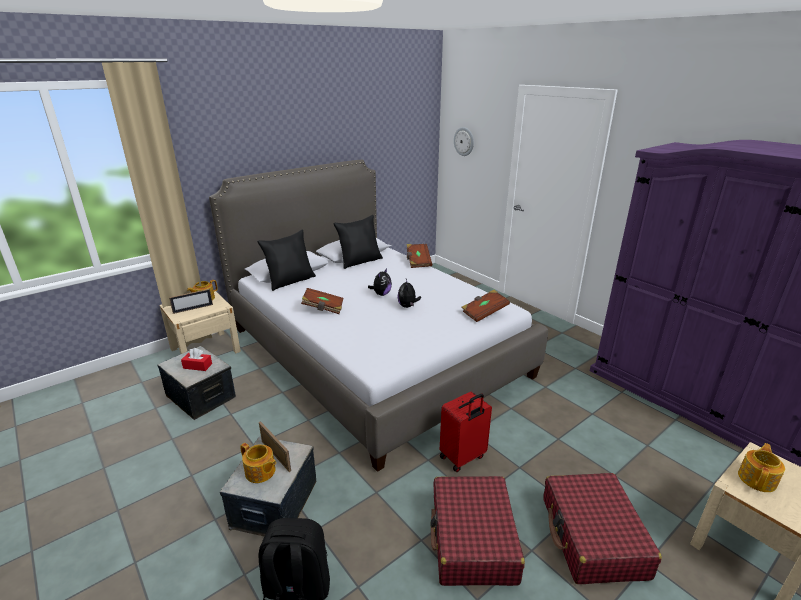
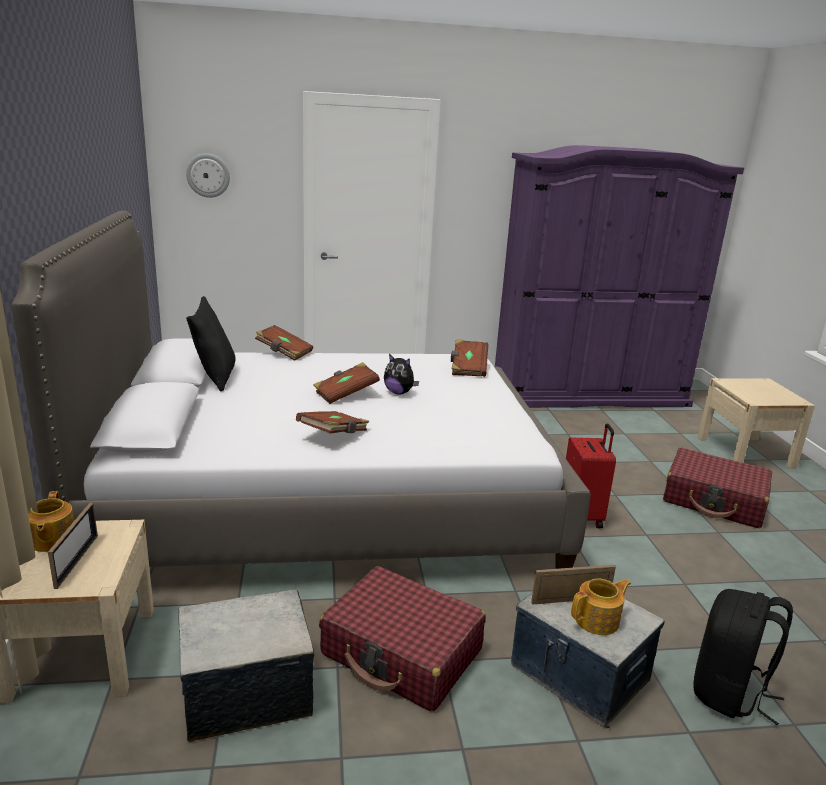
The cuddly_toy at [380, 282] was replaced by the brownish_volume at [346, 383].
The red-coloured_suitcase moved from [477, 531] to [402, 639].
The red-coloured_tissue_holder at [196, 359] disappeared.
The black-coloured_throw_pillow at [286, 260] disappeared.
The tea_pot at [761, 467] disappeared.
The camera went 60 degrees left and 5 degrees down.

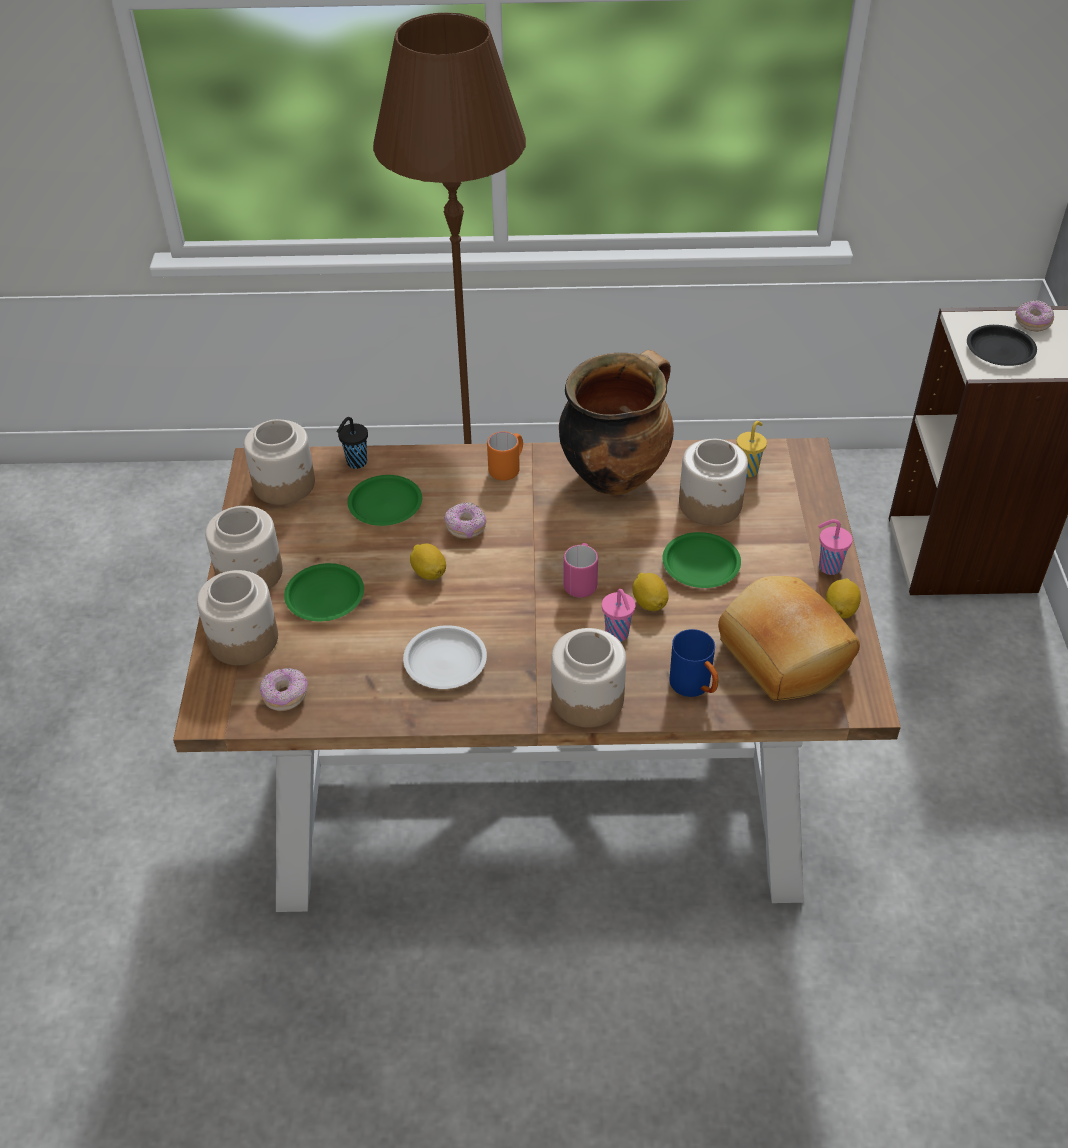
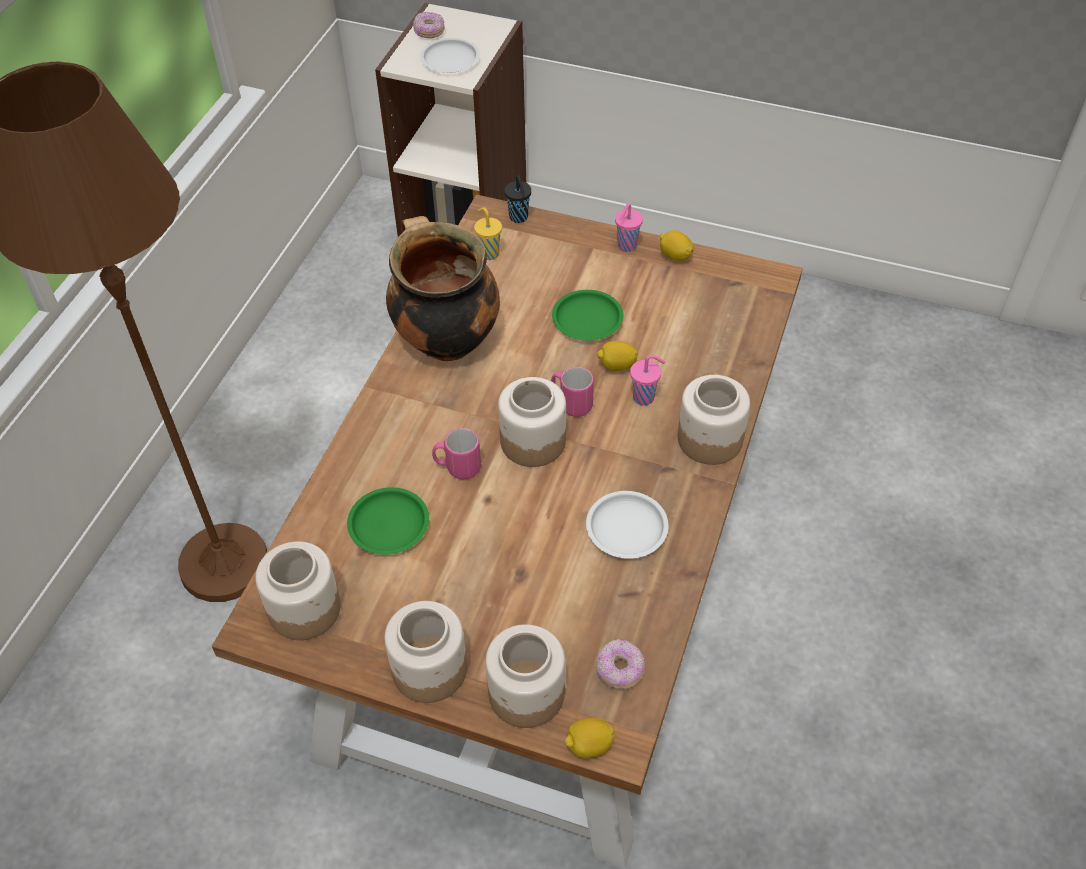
The black-coloured_dinner_plate at [1002, 345] became the white_dinner_plate at [450, 55].
The doughnut at [465, 520] was replaced by the pinkish_tea_mug at [456, 453].
The storage_jar moved from [713, 482] to [532, 422].
The black-coloured_small_cup moved from [352, 443] to [517, 199].
The citrus_fruit moved from [428, 562] to [590, 738].
The green-coloured_dinner_plate at [324, 592] disappeared.
The orange-coloured_tea_mug at [505, 456] disappeared.
The blue-coloured_tea_mug at [694, 663] disappeared.
The baked_bread at [789, 638] disappeared.
The camera went 70 degrees left and 5 degrees up.

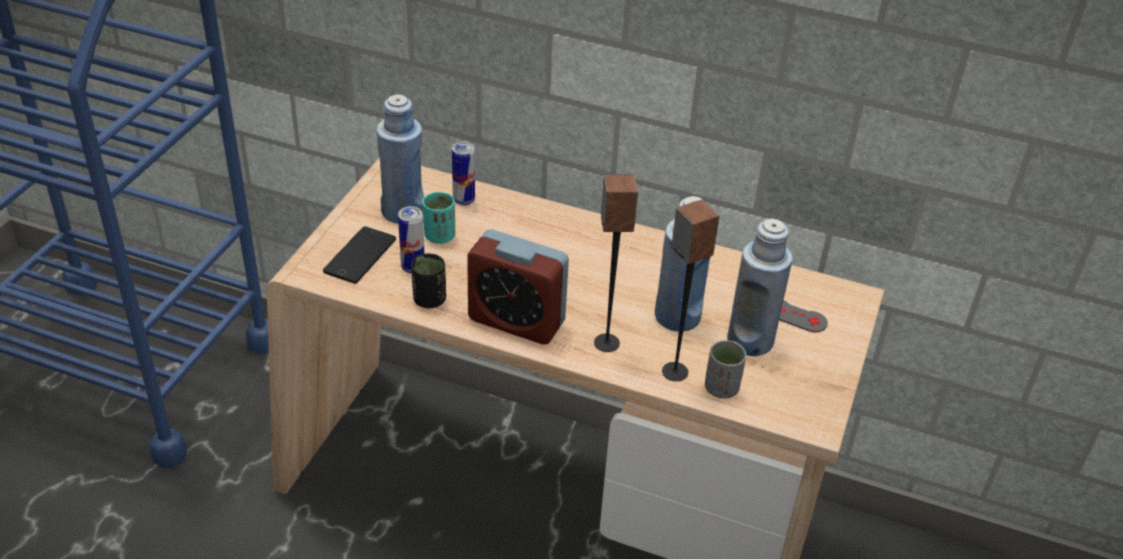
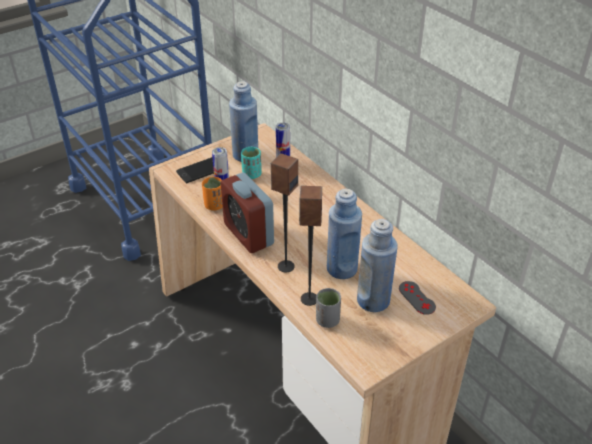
The black-coloured_small_cup at [428, 280] became the orange-coloured_small_cup at [212, 194].
The camera went 35 degrees right and 0 degrees up.

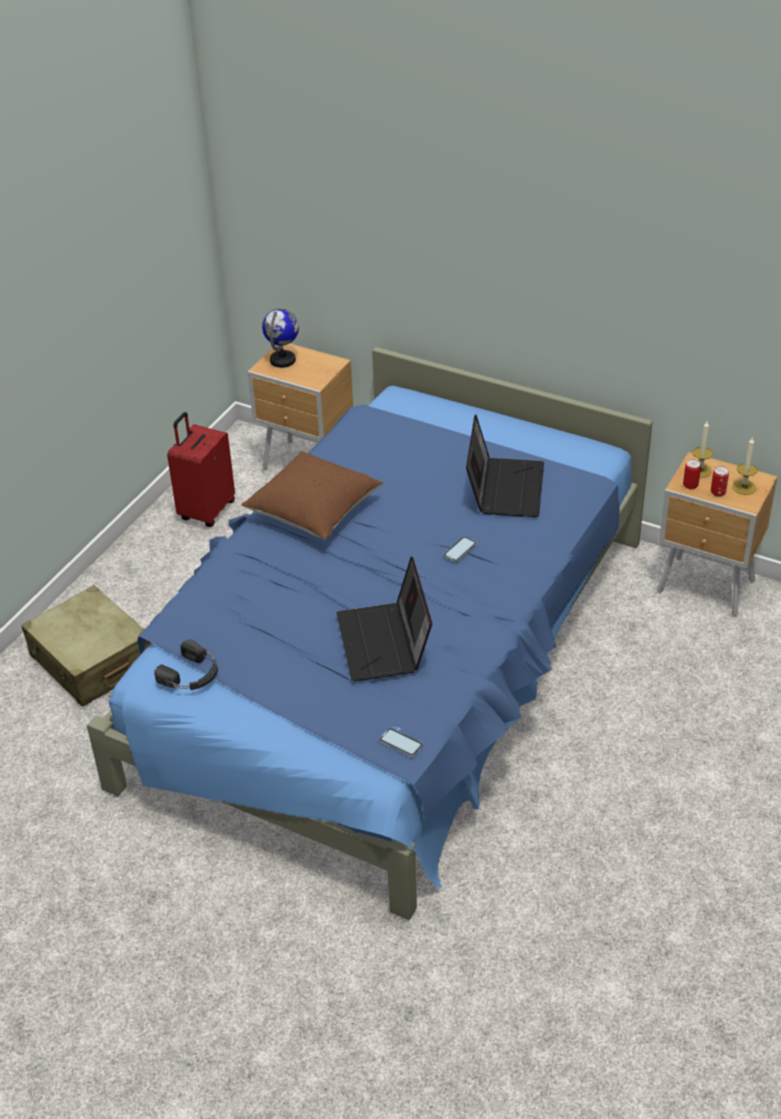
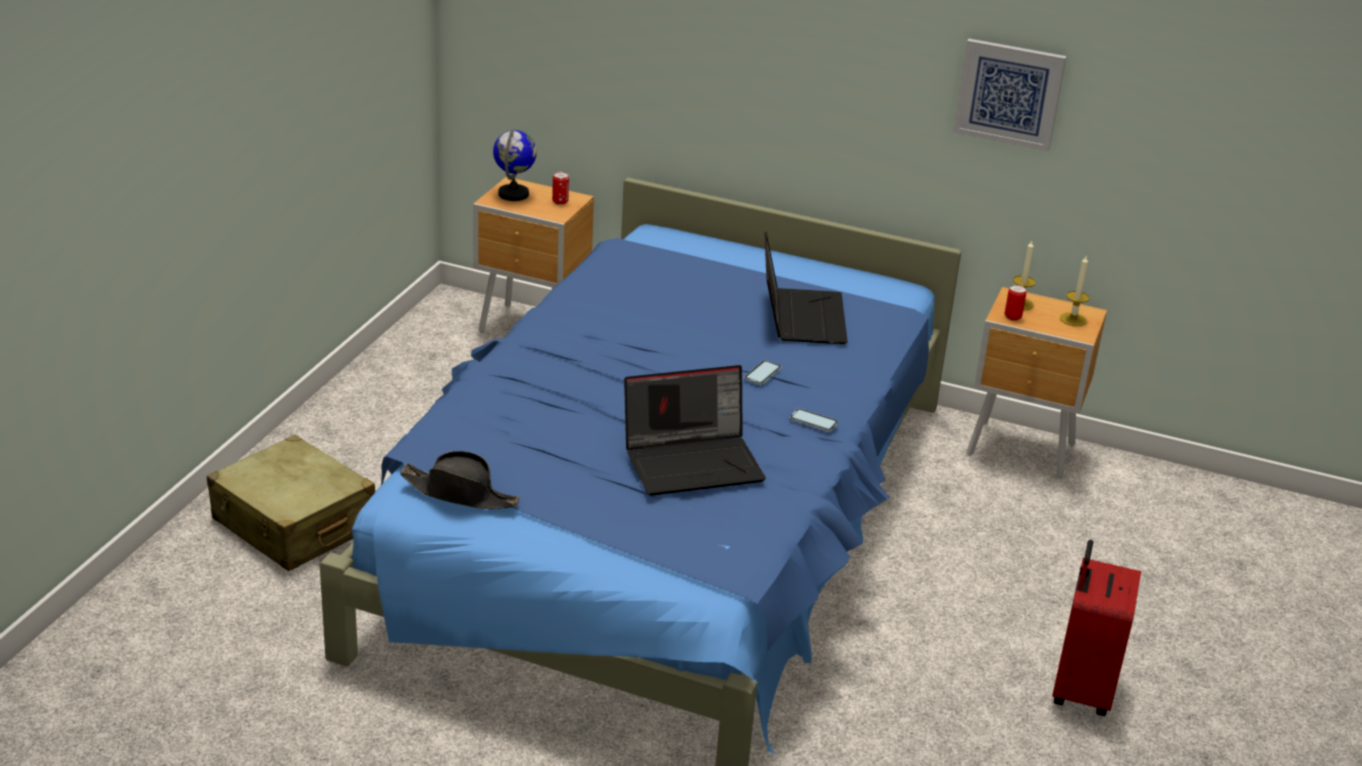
The black-coloured_headphones at [186, 664] was replaced by the black-coloured_hat at [460, 480].
The sealed_can moved from [720, 481] to [560, 188].
The laptop at [384, 618] turned 90 degrees counterclockwise.
The telephone moved from [401, 742] to [813, 420].
The wall_picture at [1010, 95] appeared.
The red-coloured_suitcase moved from [201, 469] to [1096, 628].
The brownish_throw_pillow at [312, 495] disappeared.
The camera went 10 degrees left and 10 degrees down.

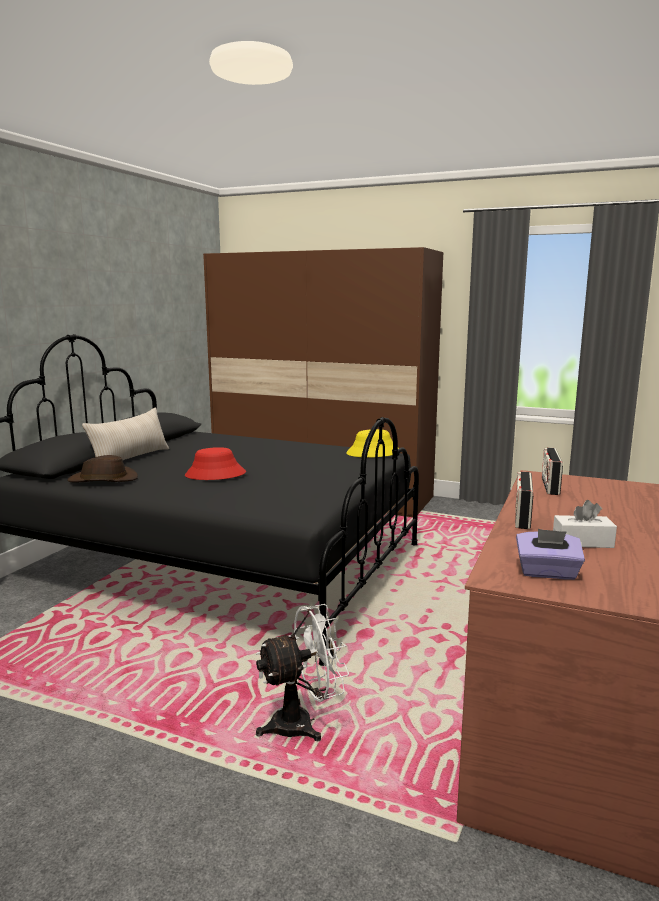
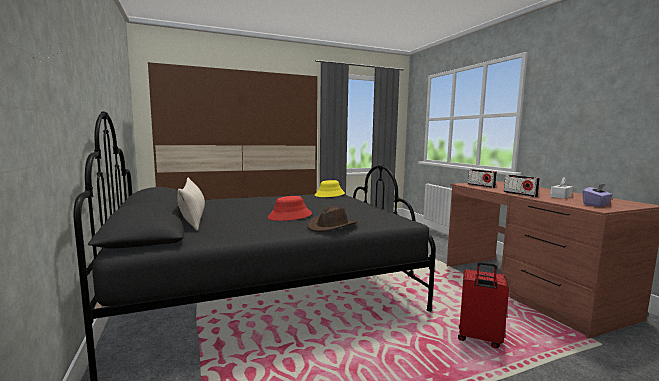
The brownish_hat moved from [102, 469] to [332, 219].
The white_fan at [302, 672] was replaced by the red-coloured_suitcase at [483, 305].
The camera went 45 degrees left and 5 degrees down.

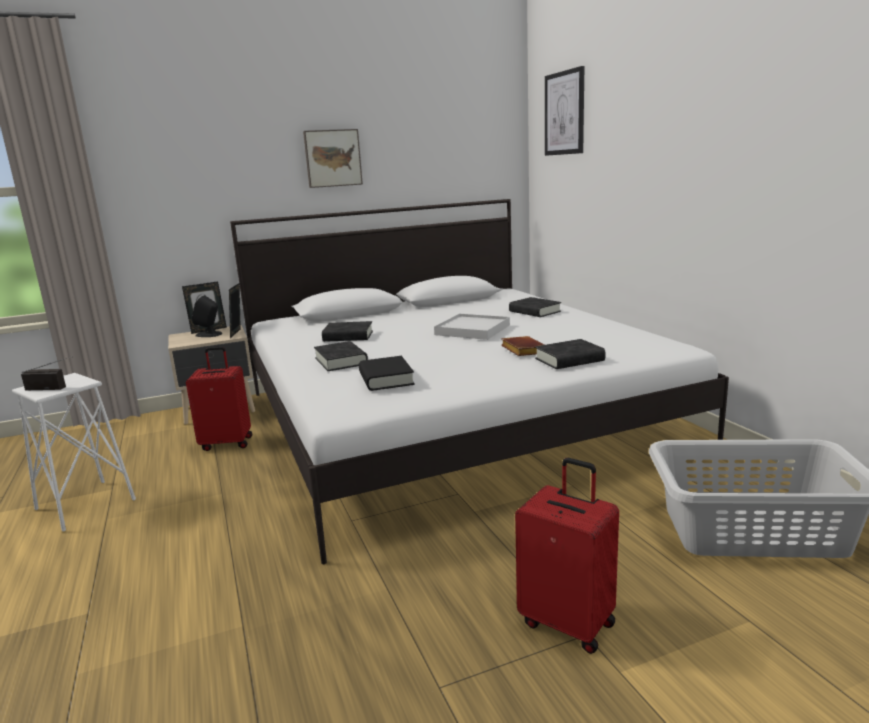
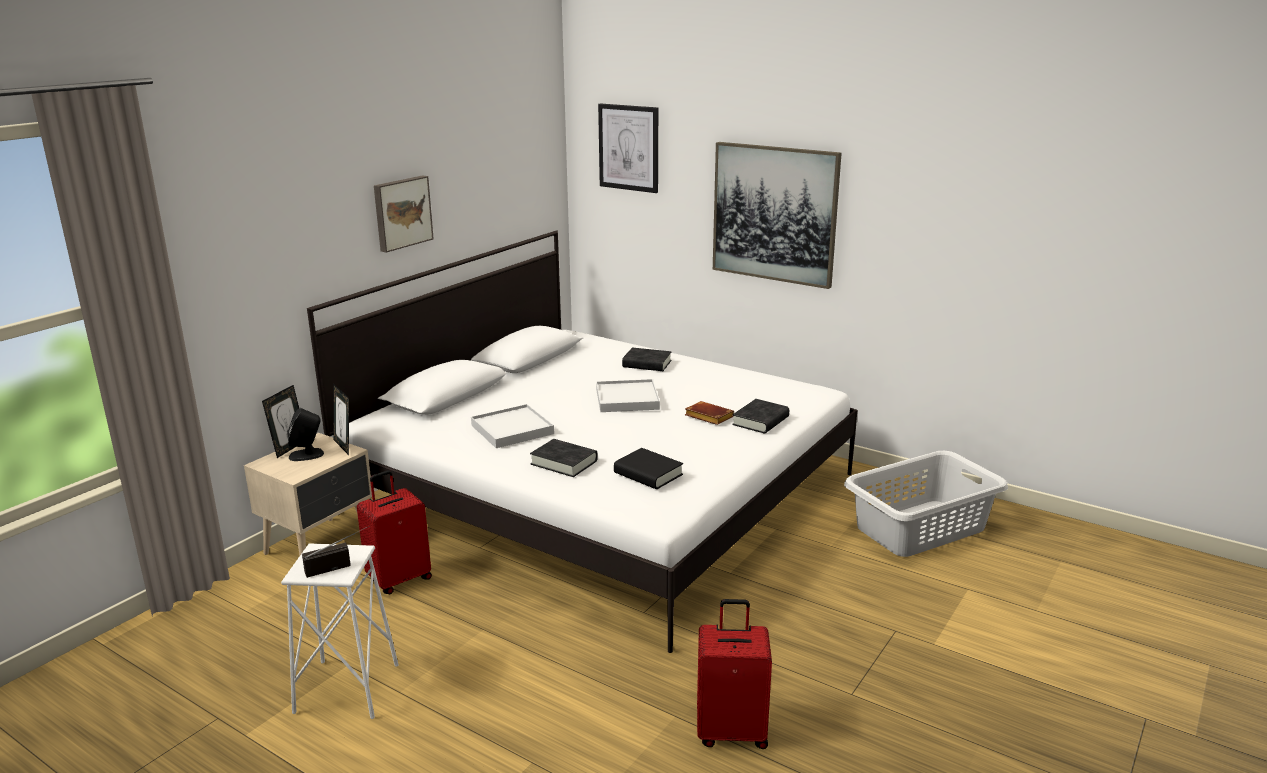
The black-coloured_volume at [347, 331] was replaced by the white_serving_tray at [512, 426].
The red-coloured_suitcase moved from [567, 556] to [734, 674].
The wall_picture at [777, 215] appeared.
The camera went 35 degrees left and 5 degrees up.

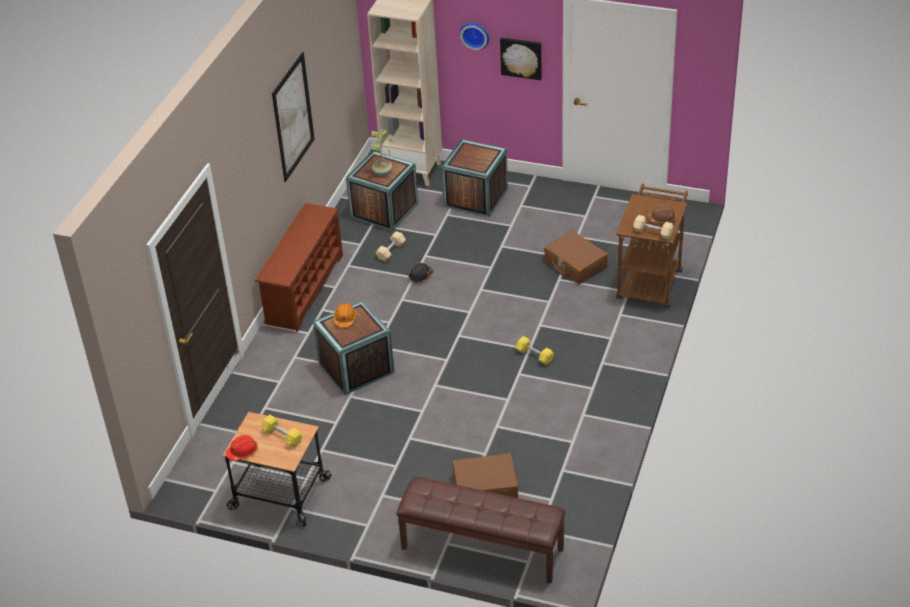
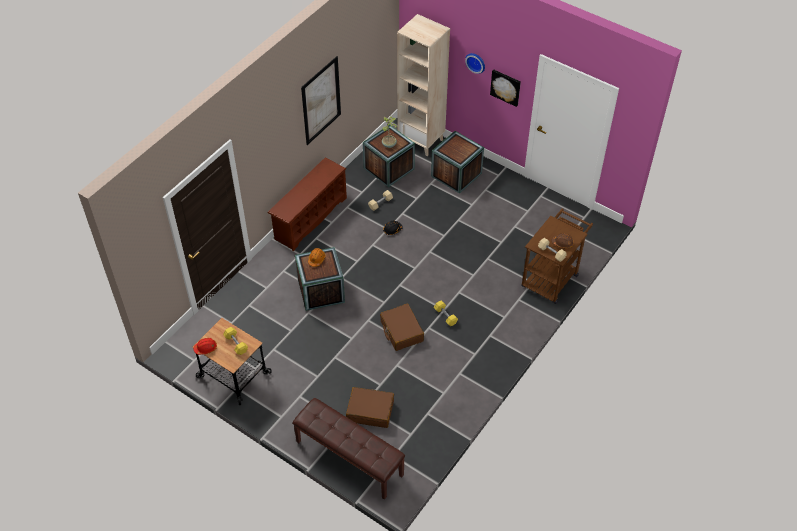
The brownish_suitcase moved from [576, 257] to [402, 327].
The camera went 15 degrees right and 10 degrees up.

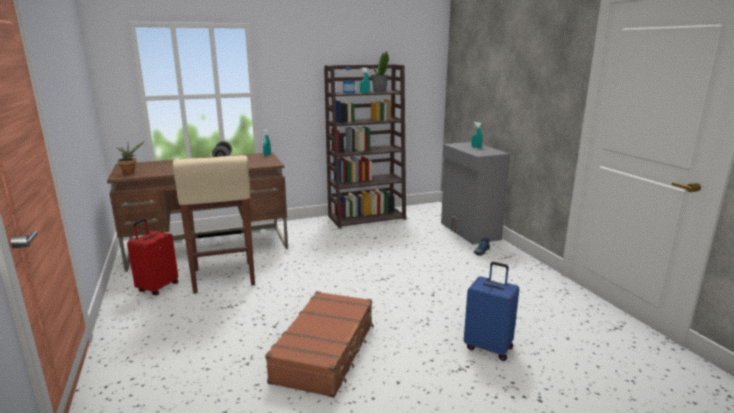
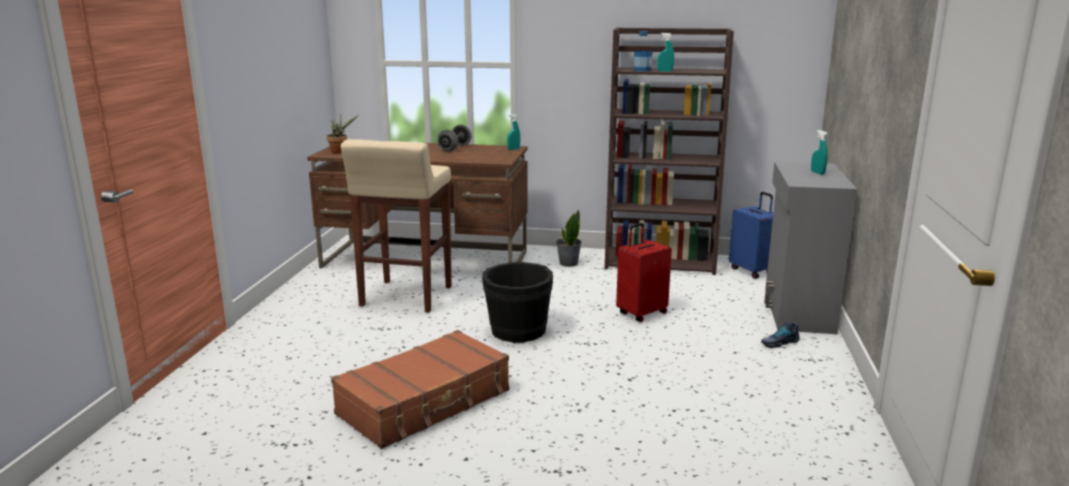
The black-coloured_pail at [517, 302] appeared.
The houseplant moved from [380, 71] to [569, 238].
The red-coloured_suitcase moved from [153, 257] to [644, 272].
The blue-coloured_suitcase moved from [491, 311] to [751, 235].
The camera went 30 degrees right and 0 degrees up.

